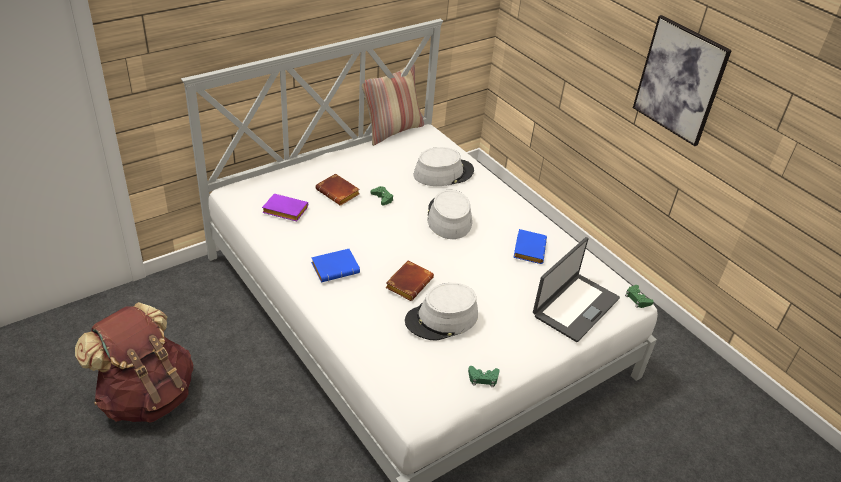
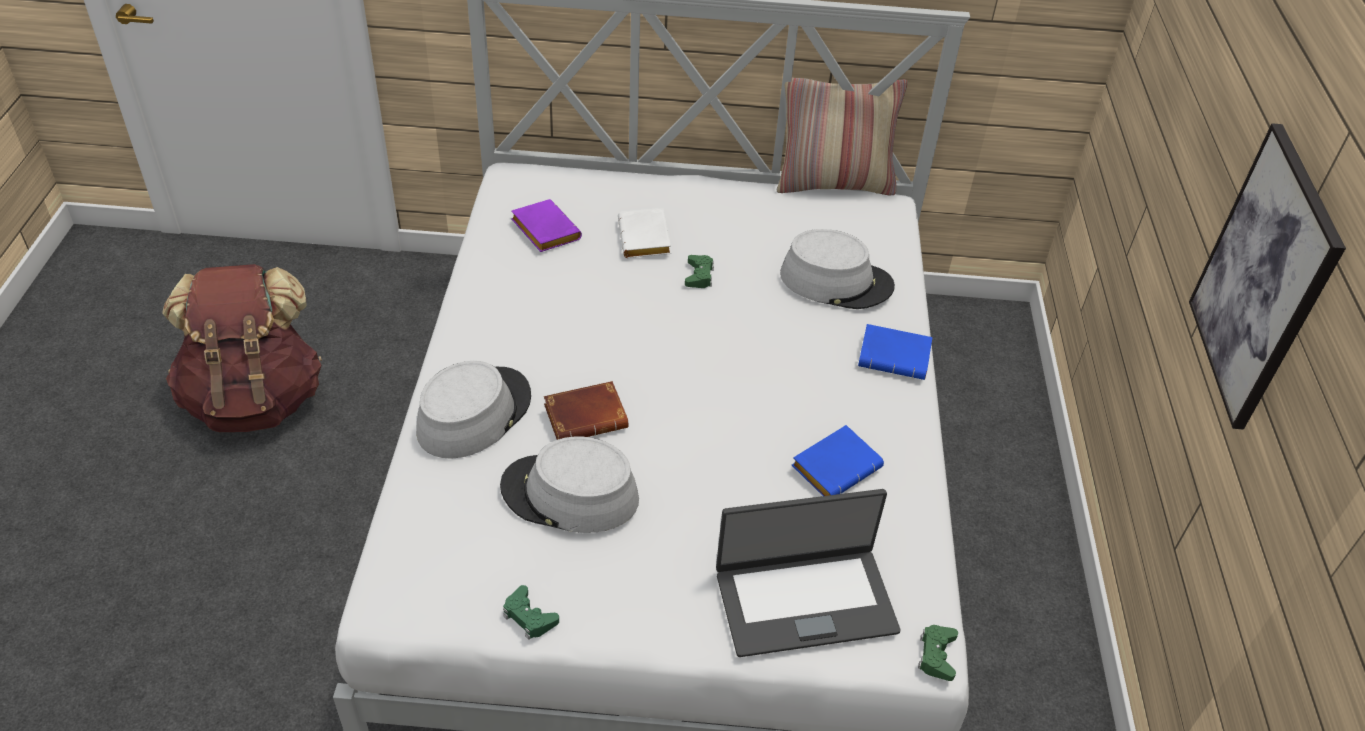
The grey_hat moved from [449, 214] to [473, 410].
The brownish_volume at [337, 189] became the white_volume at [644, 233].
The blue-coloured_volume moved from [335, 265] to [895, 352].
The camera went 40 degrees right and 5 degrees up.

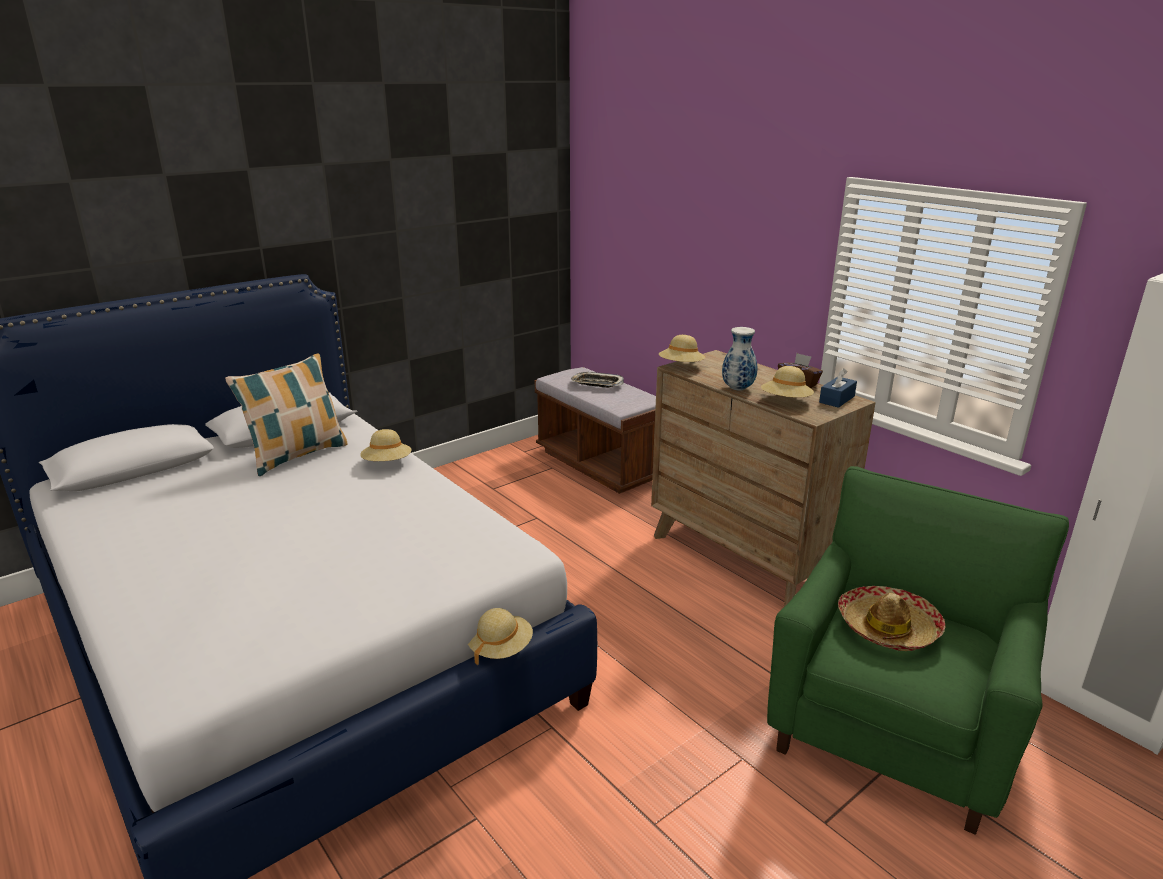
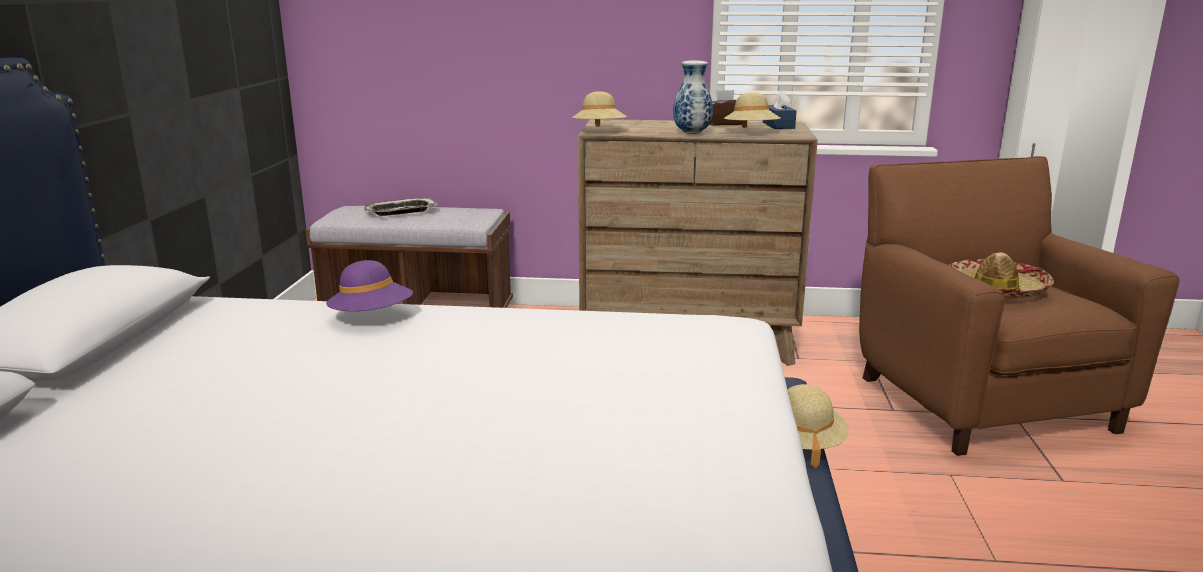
The sand-coloured_hat at [385, 445] became the purplish_hat at [369, 285].
The green-coloured_lounge_chair at [918, 650] became the brownish_lounge_chair at [1019, 306].
The throw_pillow at [286, 414] disappeared.
The camera went 45 degrees left and 5 degrees down.

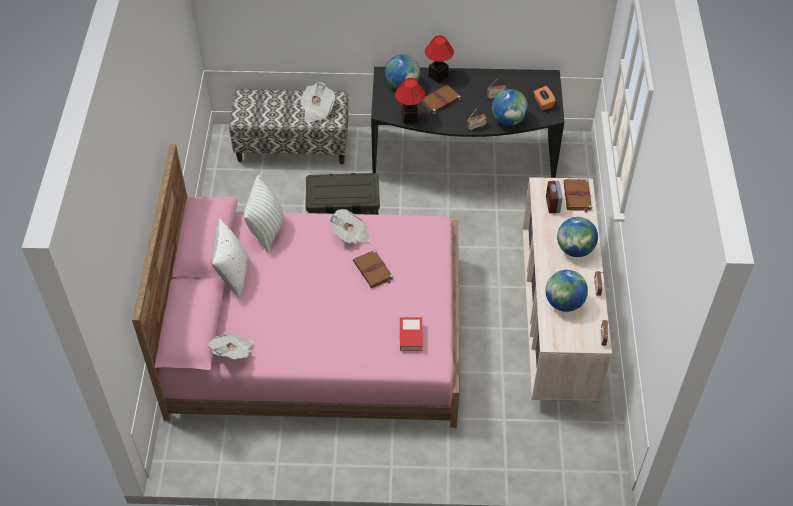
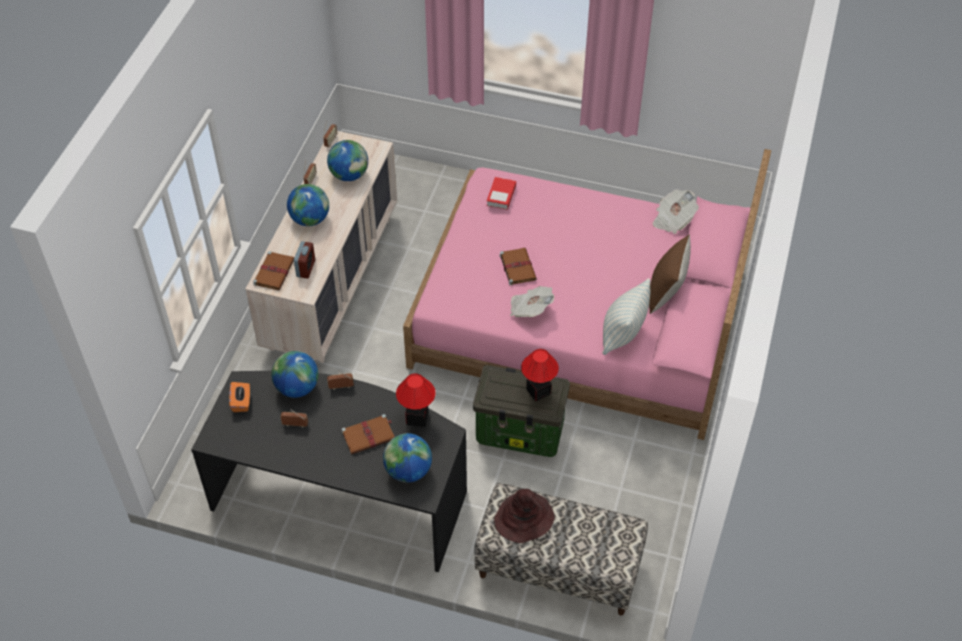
The newspaper at [317, 102] was replaced by the brownish_hat at [524, 516].
The tabletop_lamp moved from [439, 59] to [540, 375].
The white_throw_pillow at [229, 258] became the brownish_throw_pillow at [670, 274].
The camera went 165 degrees left and 0 degrees up.

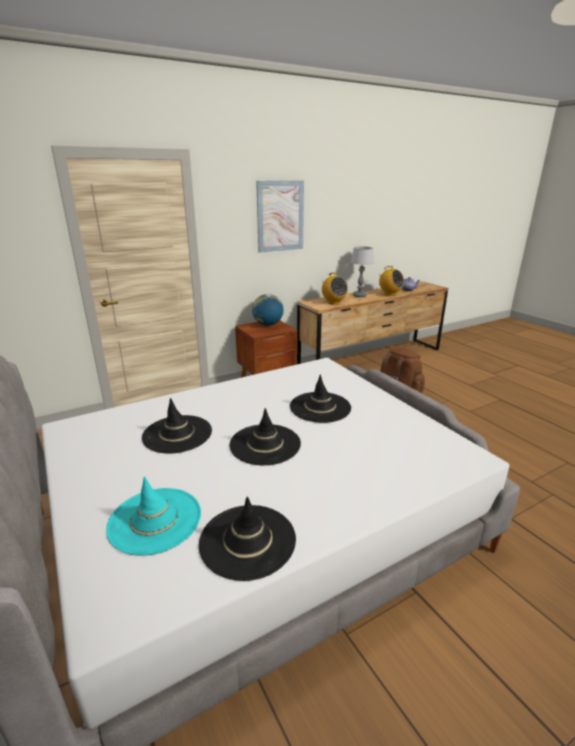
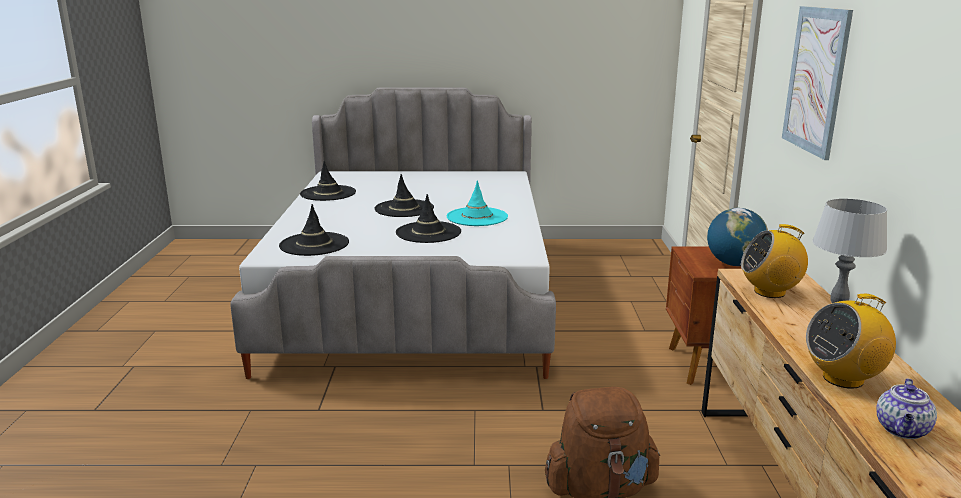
The black-coloured_hat moved from [177, 426] to [314, 230].
The blue-green_hat moved from [153, 516] to [477, 203].
The camera went 120 degrees right and 5 degrees down.

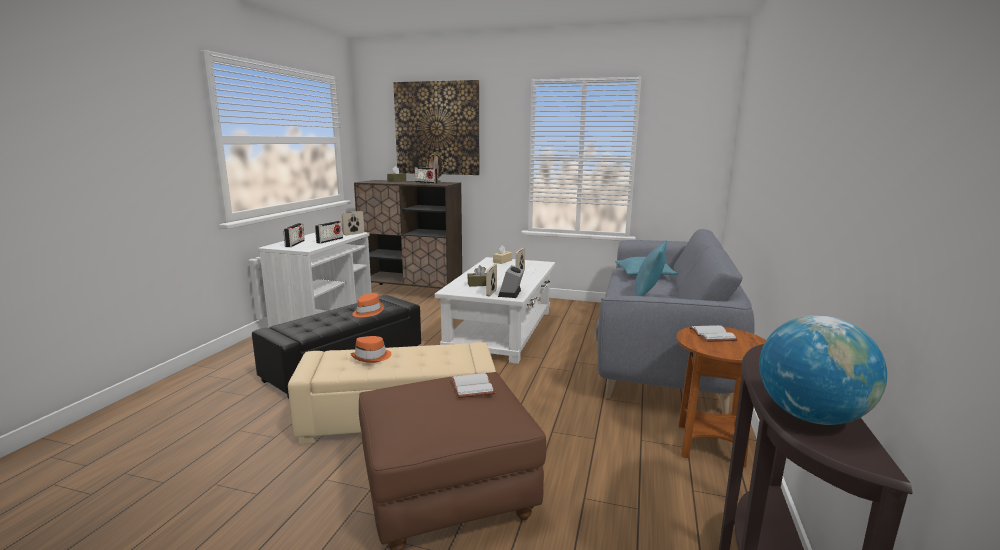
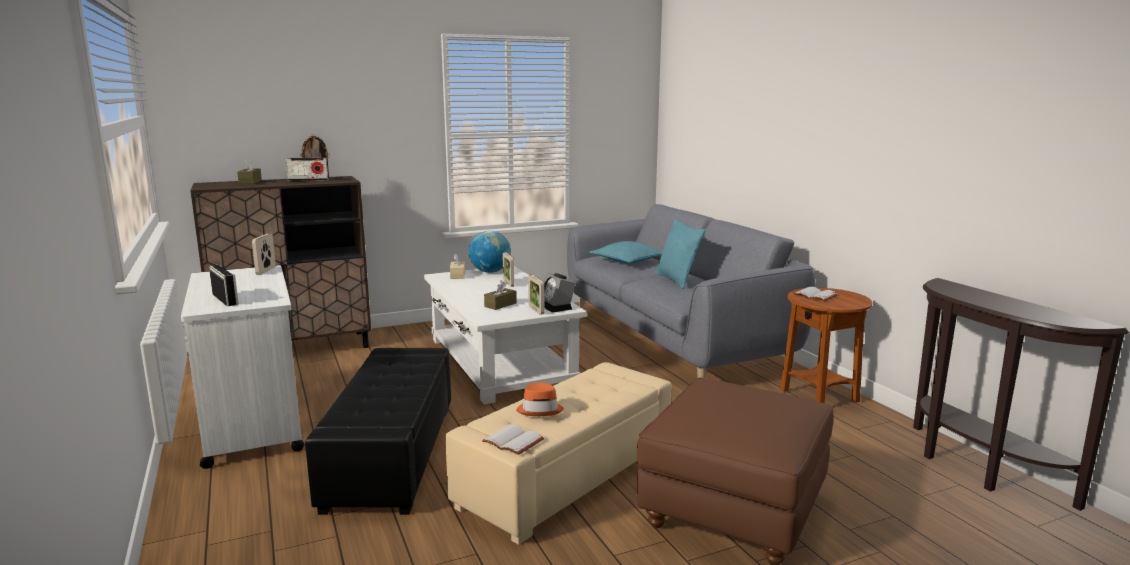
The world_globe moved from [823, 370] to [490, 252].
The white_volume moved from [473, 385] to [513, 439].
The radio_set at [329, 232] disappeared.
The orange-coloured_hat at [368, 305] disappeared.
The wall_picture at [436, 127] disappeared.
The camera went 40 degrees left and 0 degrees up.

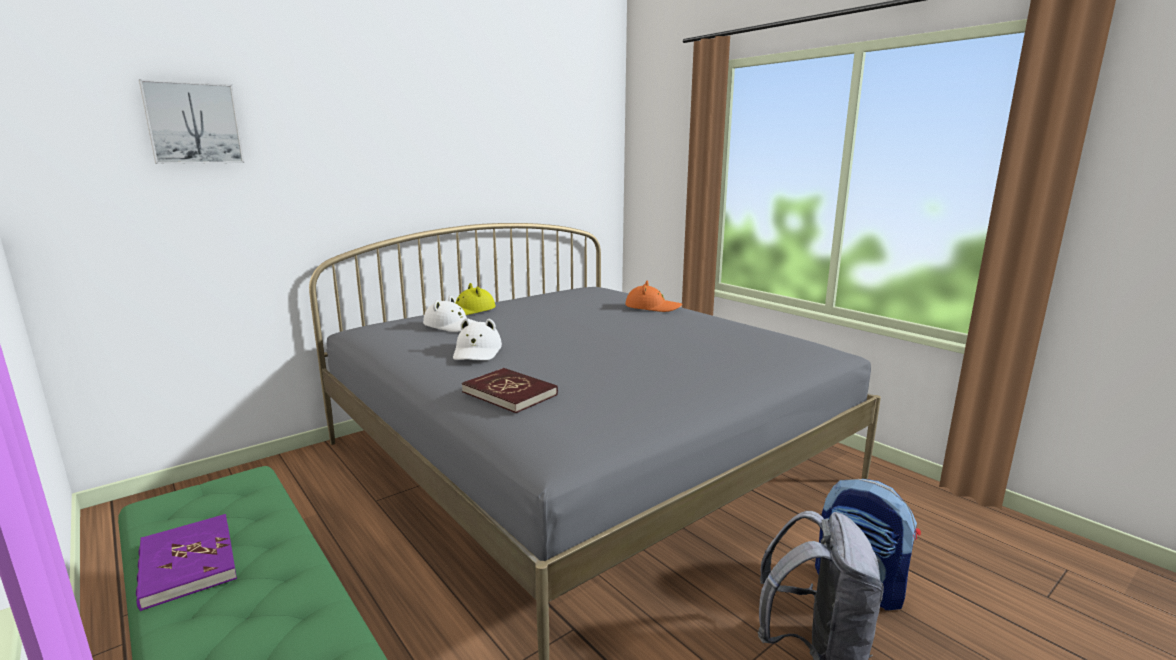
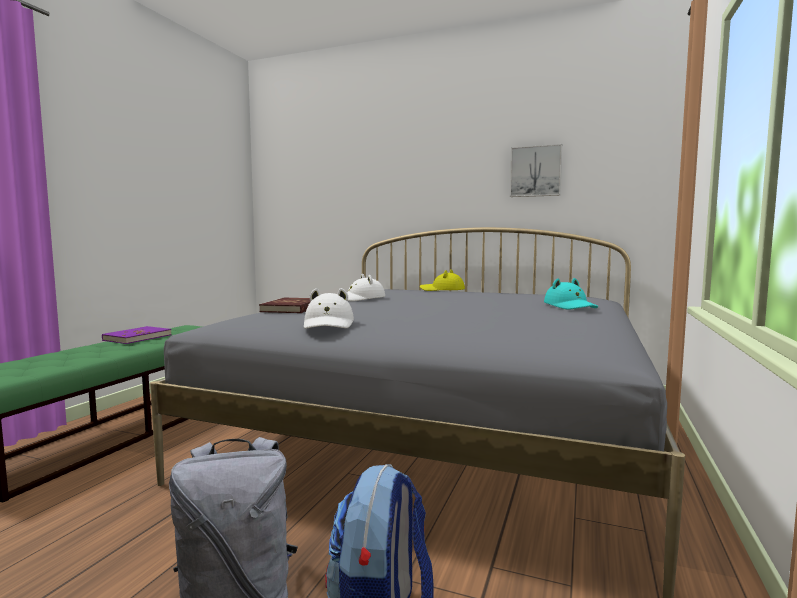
The white_hat moved from [450, 313] to [329, 308].
The wall_picture moved from [191, 121] to [536, 170].
The orange-coloured_hat at [653, 296] became the blue-green_hat at [571, 294].
The camera went 60 degrees right and 10 degrees down.

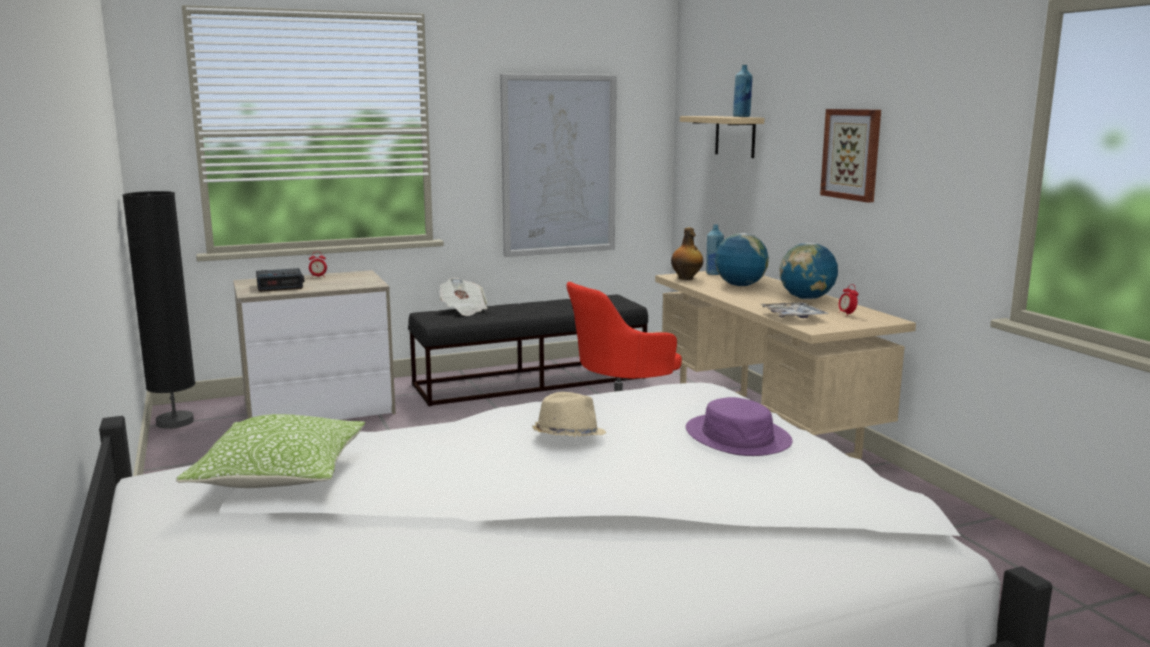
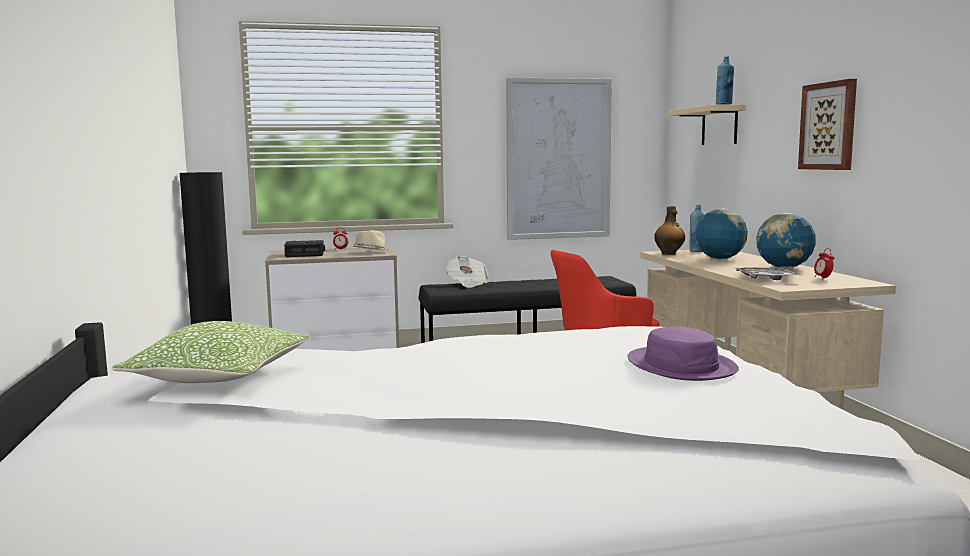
The sand-coloured_hat moved from [569, 414] to [370, 240].
The camera went 10 degrees right and 5 degrees down.

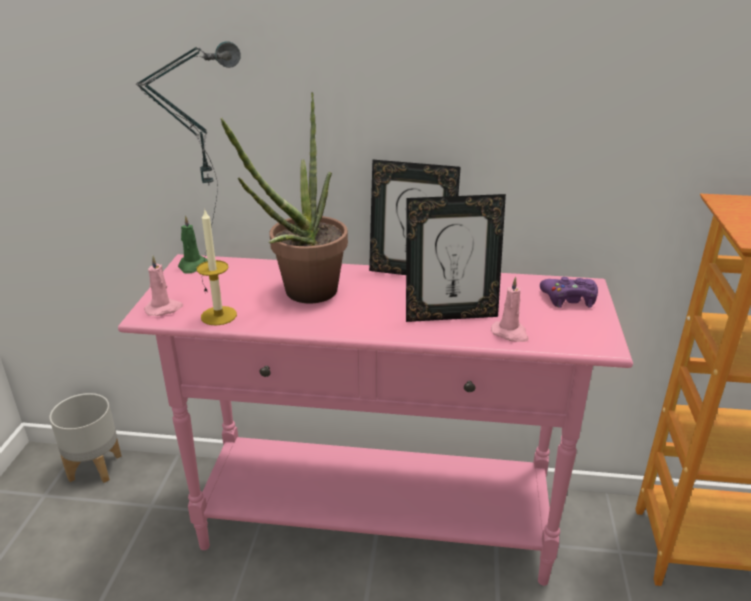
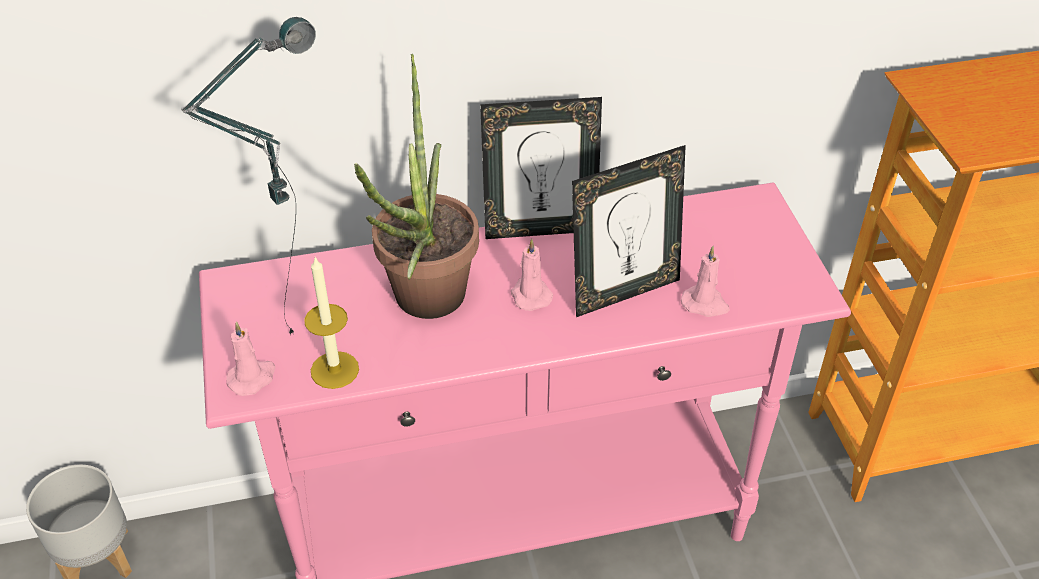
The pinkish_wax_light at [532, 274] appeared.
The green-coloured_wax_light at [193, 244] disappeared.
The purplish_joypad at [569, 292] disappeared.
The camera went 20 degrees left and 15 degrees up.

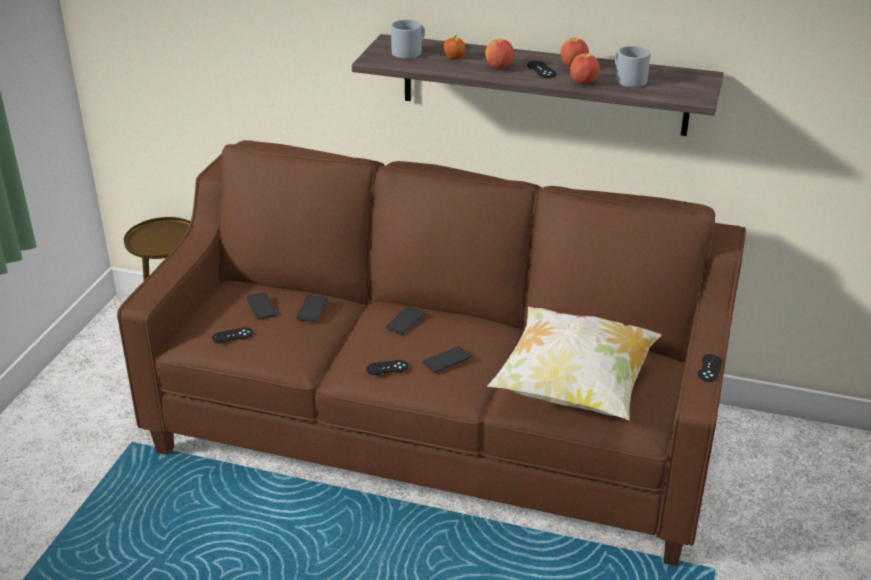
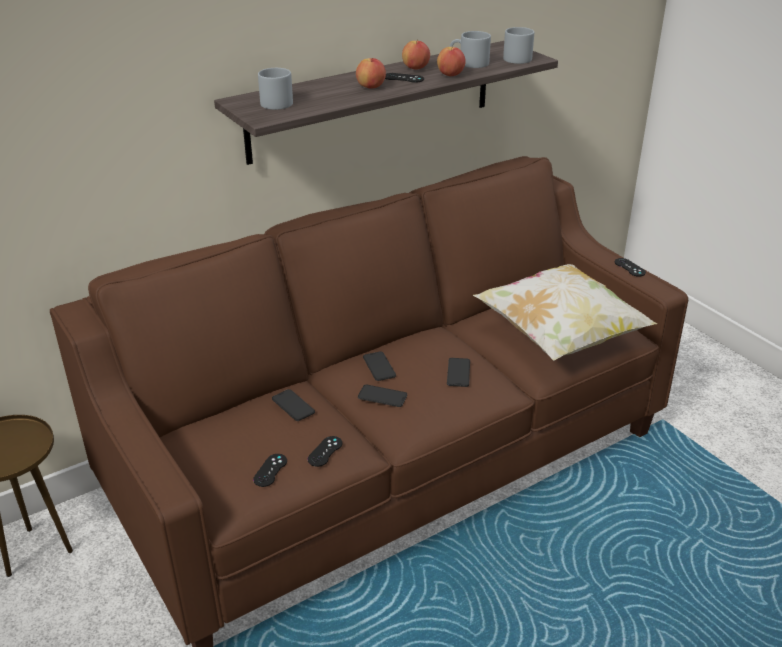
The black-coloured_joypad moved from [387, 367] to [324, 451].
The telephone moved from [261, 306] to [382, 396].
The grey_tea_mug at [518, 45] appeared.
The apple_fruit at [454, 47] disappeared.
The camera went 50 degrees left and 0 degrees up.

